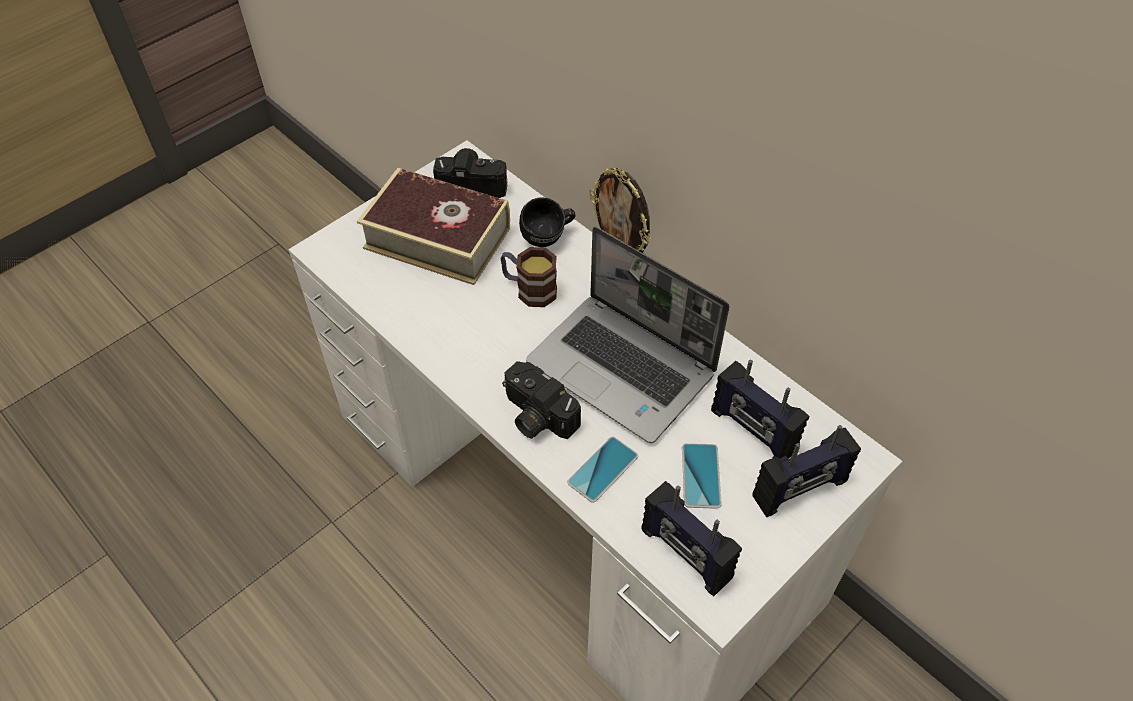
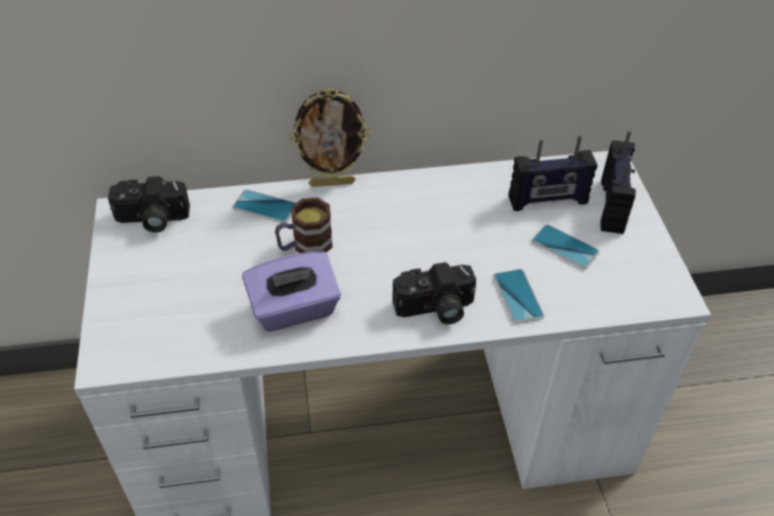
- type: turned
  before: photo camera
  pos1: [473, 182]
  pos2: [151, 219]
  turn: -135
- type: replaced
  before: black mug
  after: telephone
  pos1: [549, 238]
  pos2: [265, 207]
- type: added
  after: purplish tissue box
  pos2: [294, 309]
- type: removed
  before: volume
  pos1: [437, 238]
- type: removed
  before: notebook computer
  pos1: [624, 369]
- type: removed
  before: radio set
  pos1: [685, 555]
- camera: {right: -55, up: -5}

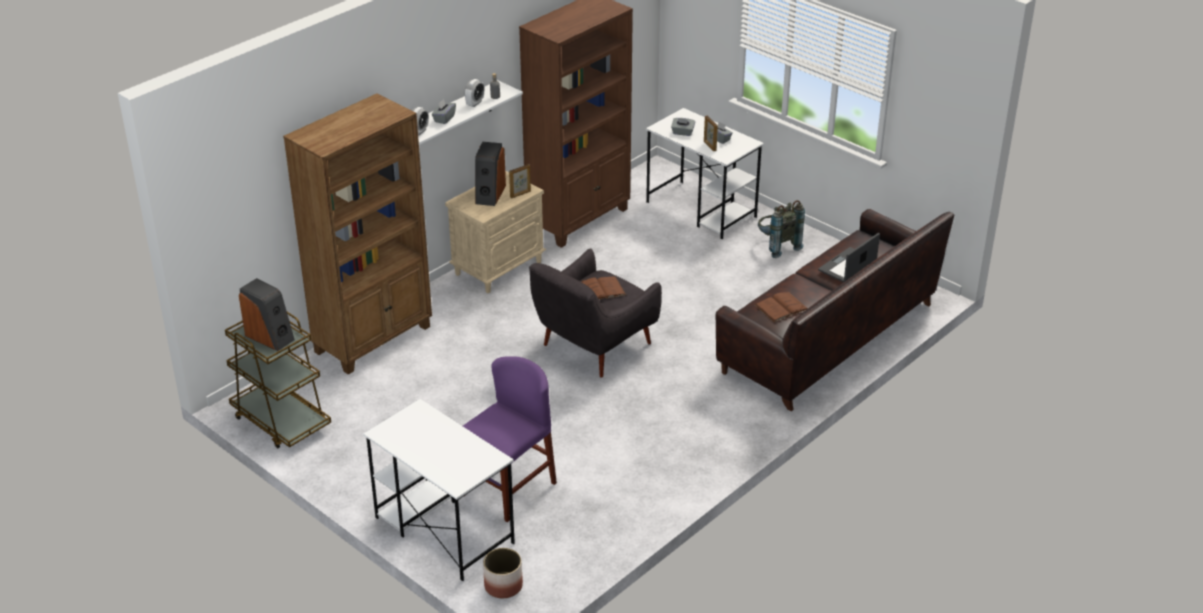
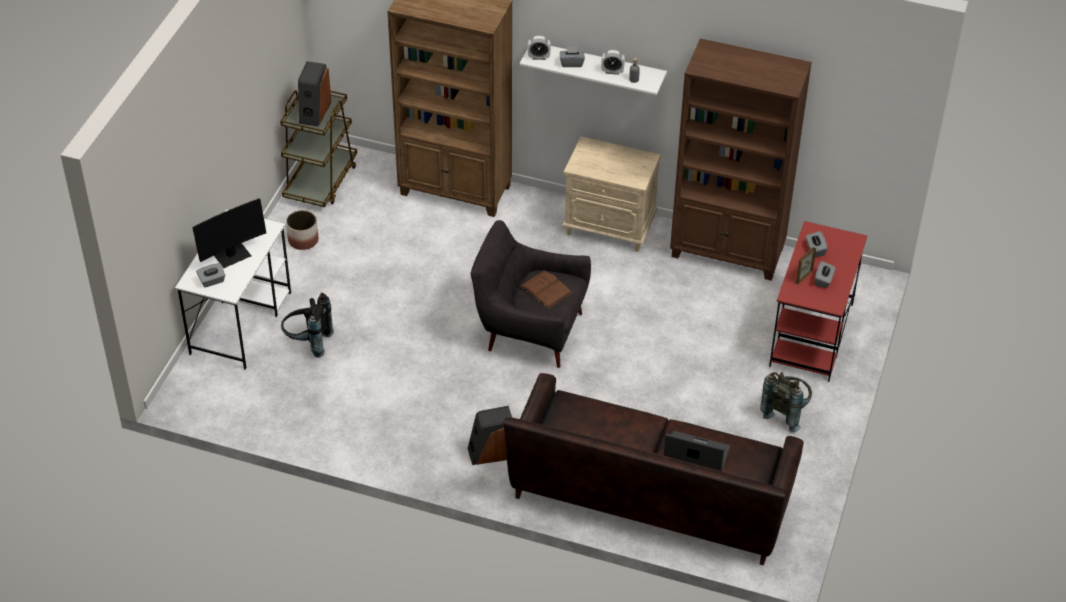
- type: added
  after: monitor
  pos2: [232, 255]
- type: added
  after: greyish tissue box
  pos2: [212, 281]
- type: replaced
  before: purplish plain chair
  after: black backpack
  pos1: [508, 489]
  pos2: [308, 343]
- type: moved
  before: planter
  pos1: [503, 586]
  pos2: [303, 240]
- type: moved
  before: speaker
  pos1: [489, 194]
  pos2: [491, 452]
- type: recoloured
  before: white-coloured desk table
  after: reddish desk table
  pos1: [702, 210]
  pos2: [811, 335]
- type: removed
  before: photo frame
  pos1: [520, 194]
- type: removed
  before: brownish volume
  pos1: [781, 307]
- camera: {right: 65, up: 10}

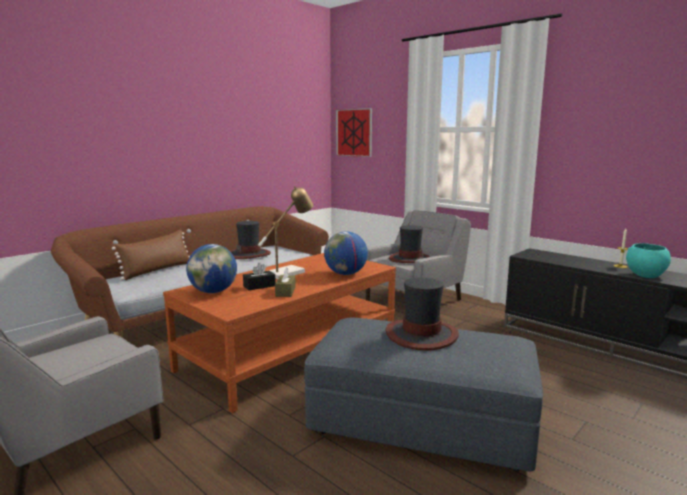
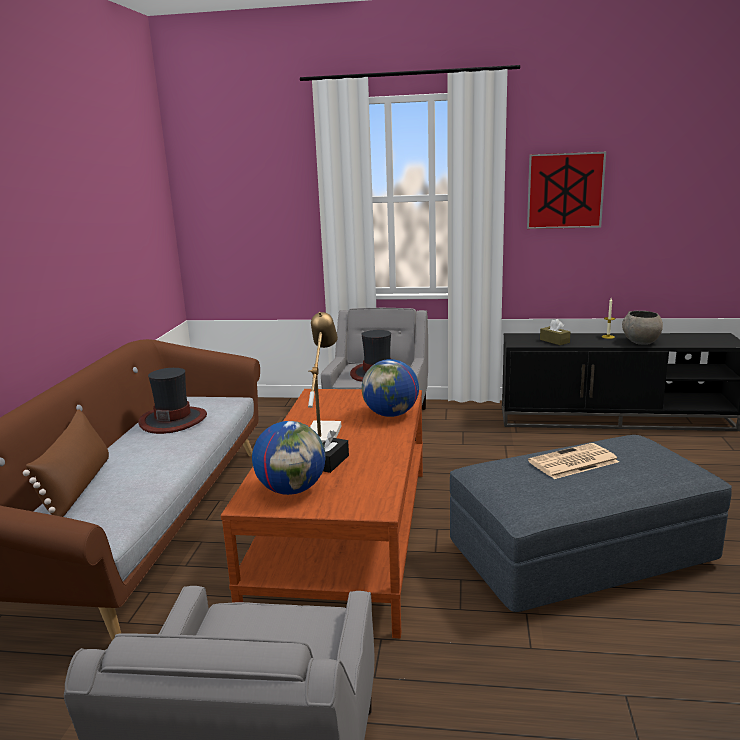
- type: moved
  before: wall art
  pos1: [354, 132]
  pos2: [565, 191]
- type: replaced
  before: wearable hat
  after: printed paper
  pos1: [421, 335]
  pos2: [572, 462]
- type: moved
  before: brownish tissue box
  pos1: [285, 292]
  pos2: [554, 341]
- type: recoloured
  before: blue-green serving bowl
  after: greyish serving bowl
  pos1: [645, 275]
  pos2: [640, 342]
- camera: {right: -35, up: 5}

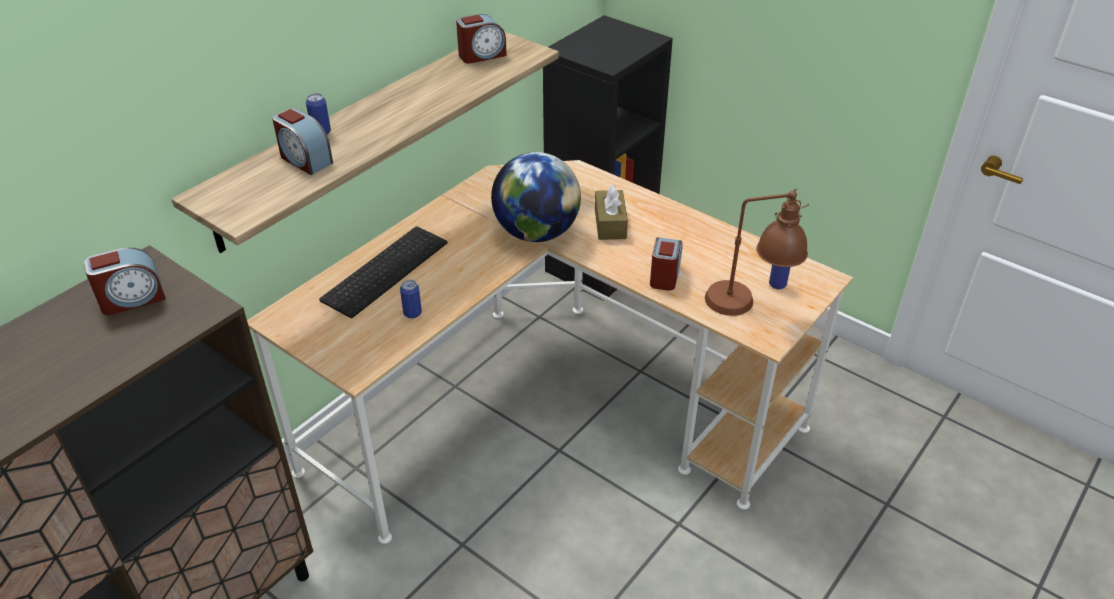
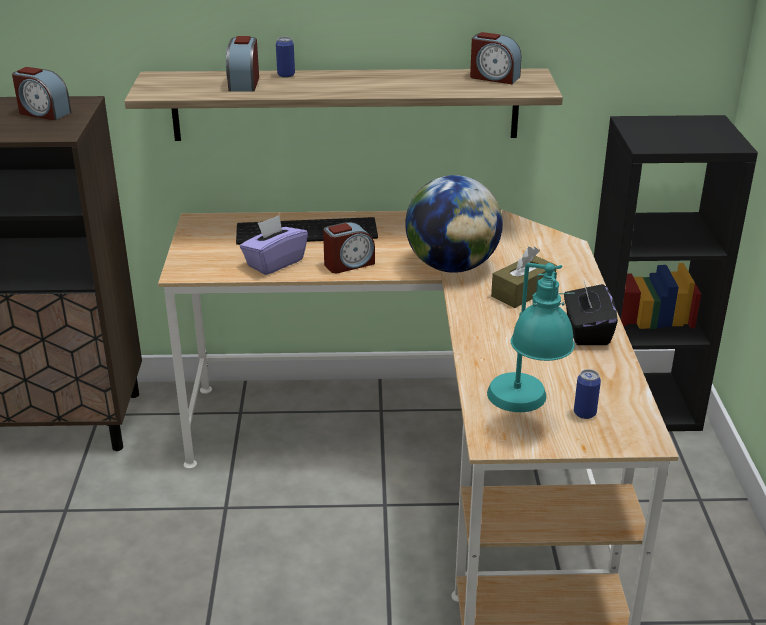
- type: replaced
  before: metal can
  after: purplish tissue box
  pos1: [412, 313]
  pos2: [274, 263]
- type: moved
  before: alarm clock
  pos1: [665, 275]
  pos2: [348, 264]
- type: recoloured
  before: brownish tabletop lamp
  after: blue-green tabletop lamp
  pos1: [749, 305]
  pos2: [526, 410]
- type: added
  after: black tissue box
  pos2: [586, 331]
- camera: {right: 50, up: -10}

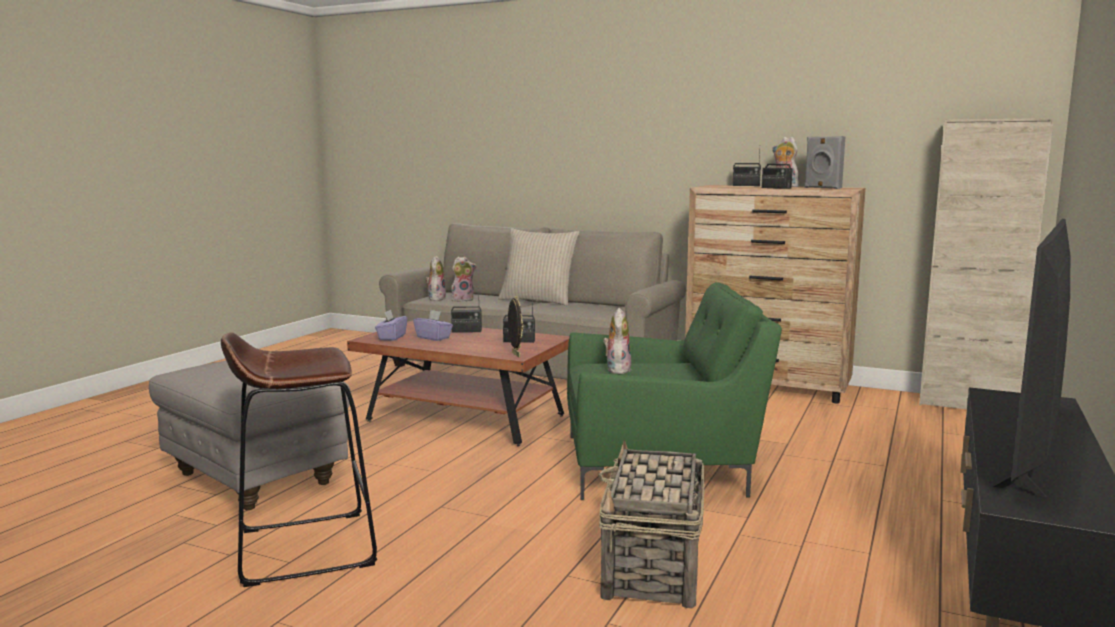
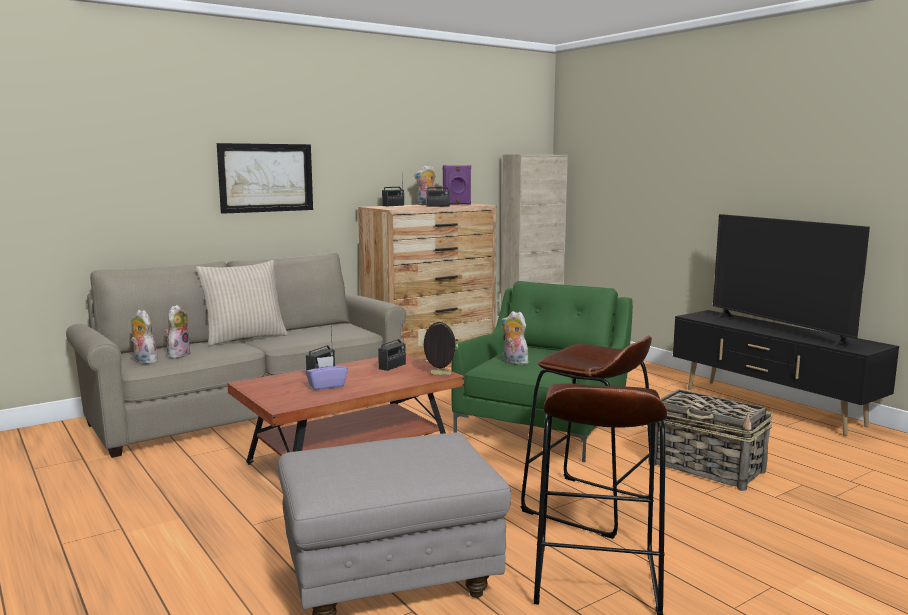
- type: added
  after: wall art
  pos2: [266, 177]
- type: recoloured
  before: greyish speaker
  after: purplish speaker
  pos1: [822, 188]
  pos2: [457, 204]
- type: added
  after: brownish sitting stool
  pos2: [588, 506]
- type: removed
  before: purplish tissue box
  pos1: [391, 337]
- camera: {right: -60, up: 0}

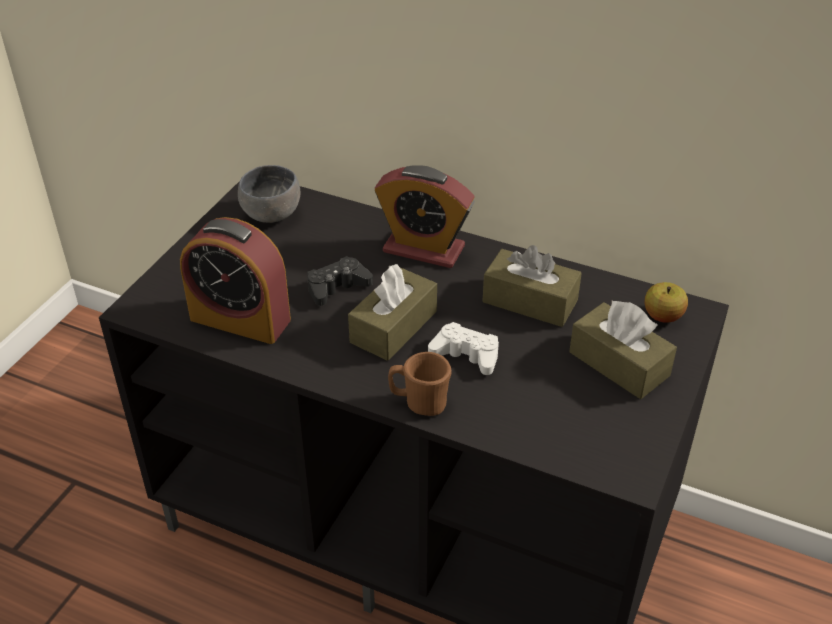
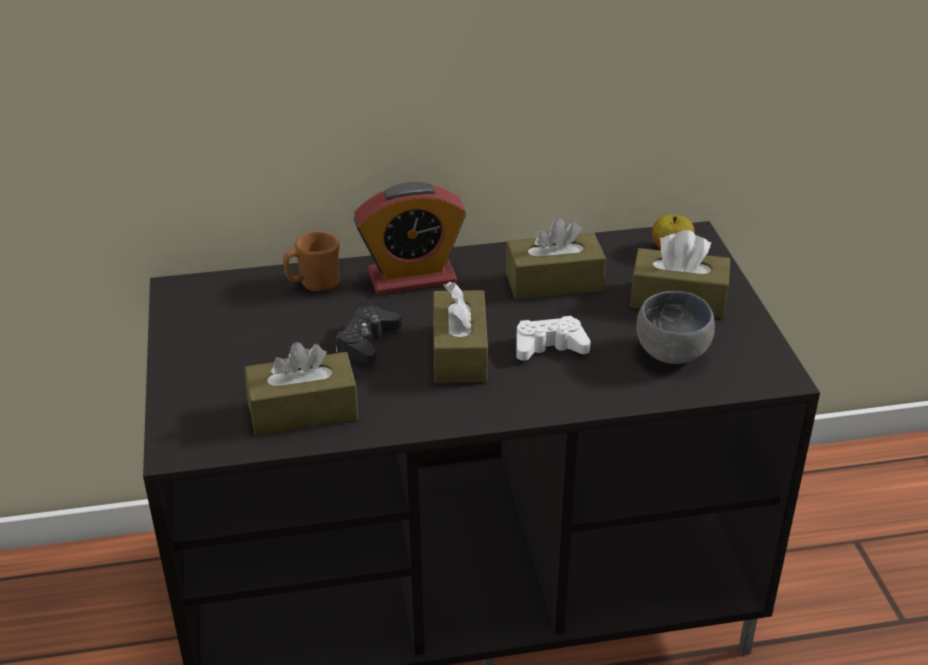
- type: replaced
  before: alarm clock
  after: brownish tissue box
  pos1: [240, 319]
  pos2: [303, 410]
- type: moved
  before: brownish mug
  pos1: [419, 402]
  pos2: [314, 284]
- type: moved
  before: greyish serving bowl
  pos1: [270, 216]
  pos2: [672, 355]
- camera: {right: -35, up: -5}

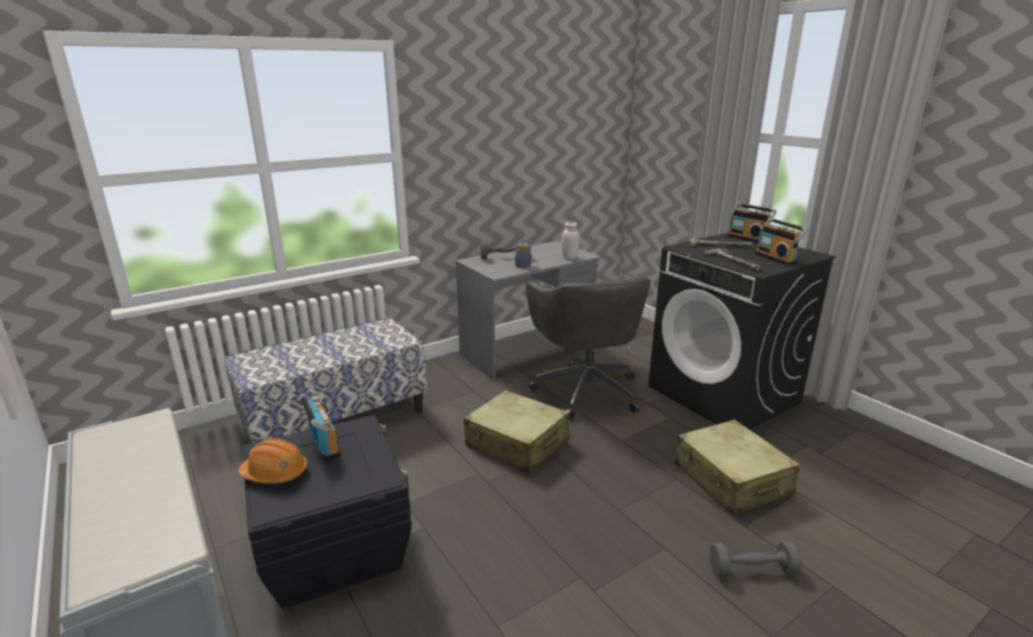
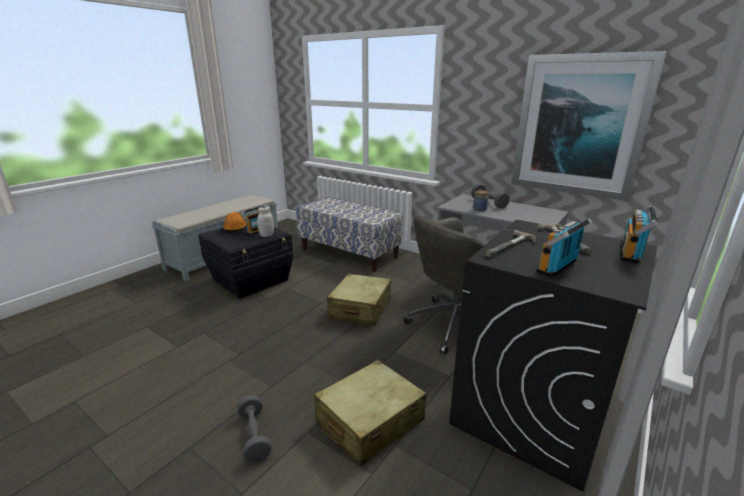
- type: moved
  before: white-coloured preserve jar
  pos1: [569, 257]
  pos2: [266, 235]
- type: added
  after: wall art
  pos2: [579, 126]
- camera: {right: 70, up: 0}

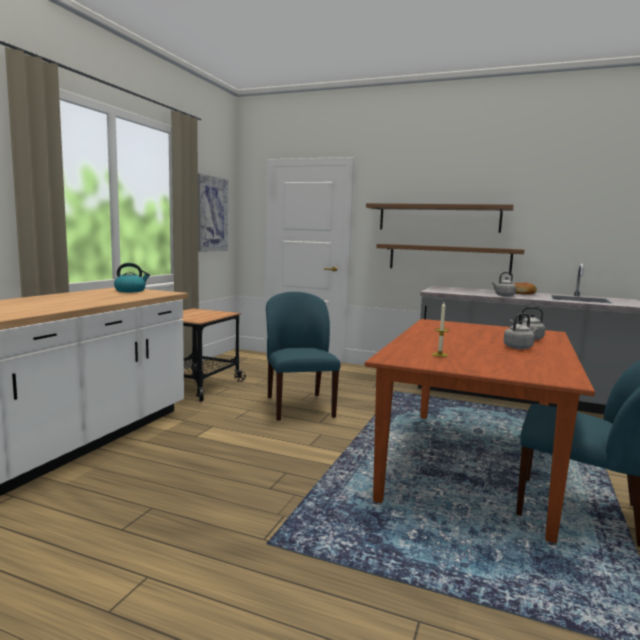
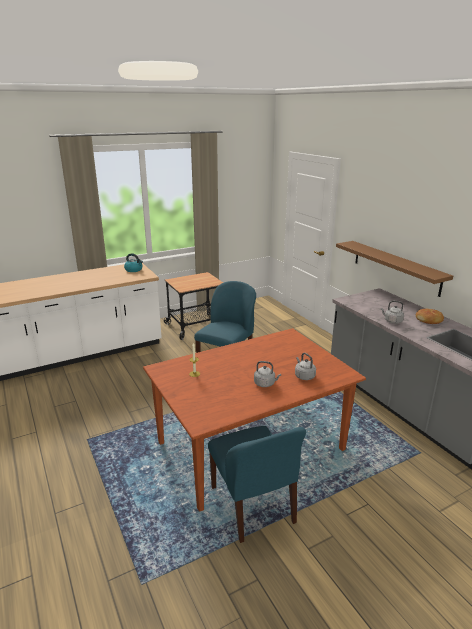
- type: removed
  before: wall art
  pos1: [211, 214]
- type: removed
  before: brownish bracket shelf
  pos1: [438, 218]
- camera: {right: 40, up: 15}

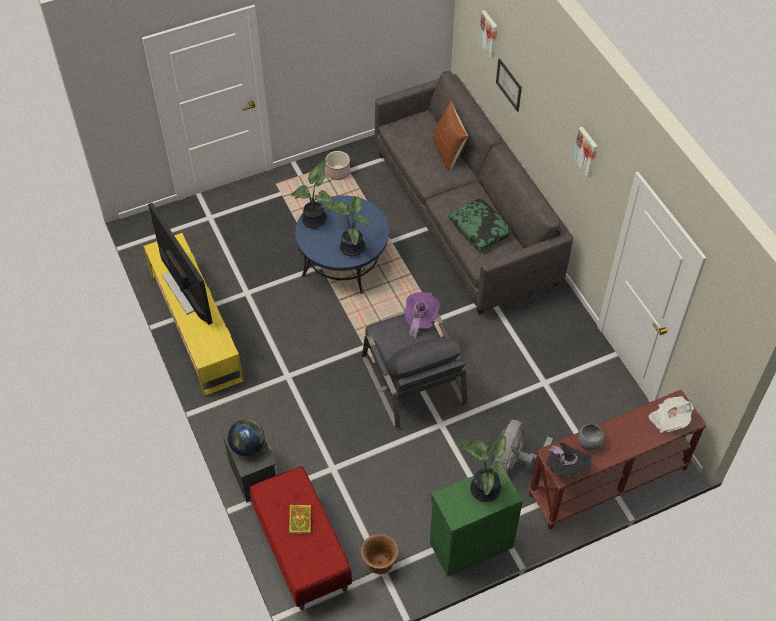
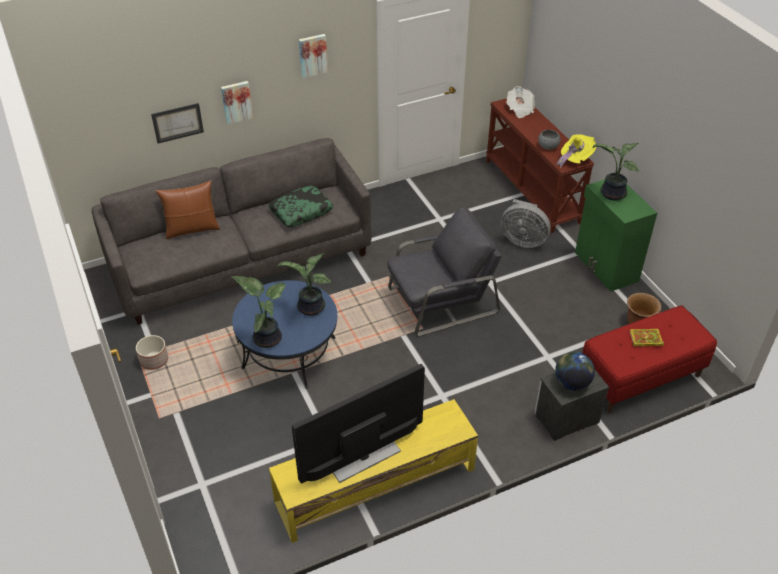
- type: moved
  before: wall art
  pos1: [489, 34]
  pos2: [236, 101]
- type: recoloured
  before: black wearable hat
  after: yellow-coloured wearable hat
  pos1: [566, 468]
  pos2: [574, 159]
- type: removed
  before: purplish wearable hat
  pos1: [420, 319]
- camera: {right: -90, up: -10}

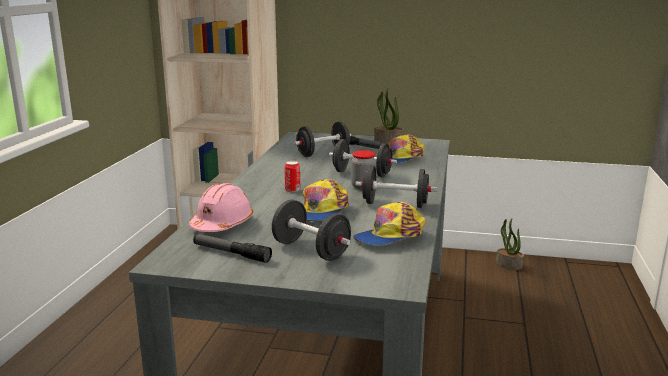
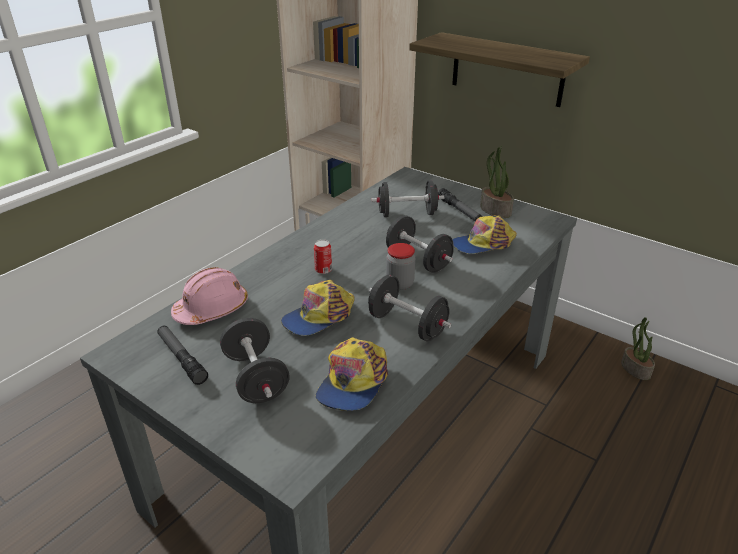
- type: turned
  before: cap
  pos1: [390, 237]
  pos2: [353, 382]
  turn: -60
- type: added
  after: bracket shelf
  pos2: [507, 69]
- camera: {right: 25, up: 15}

